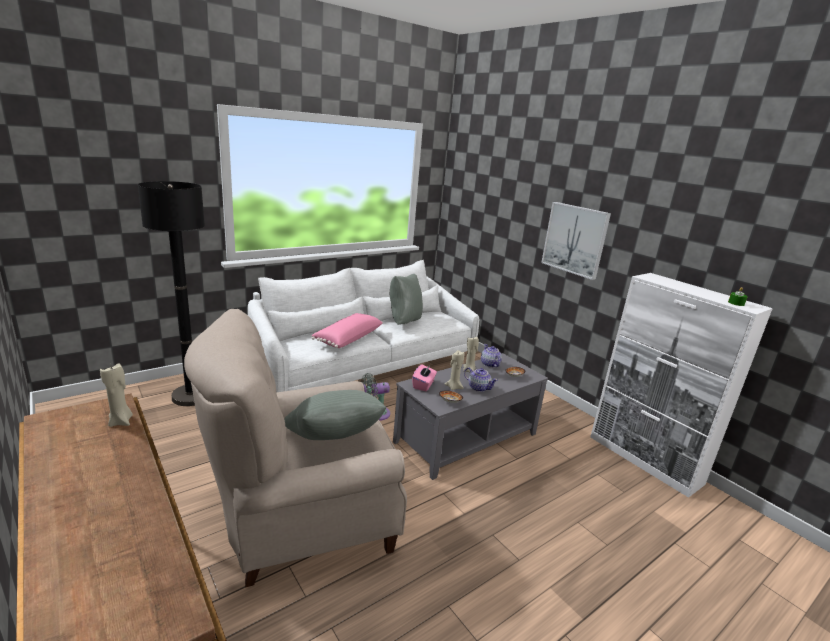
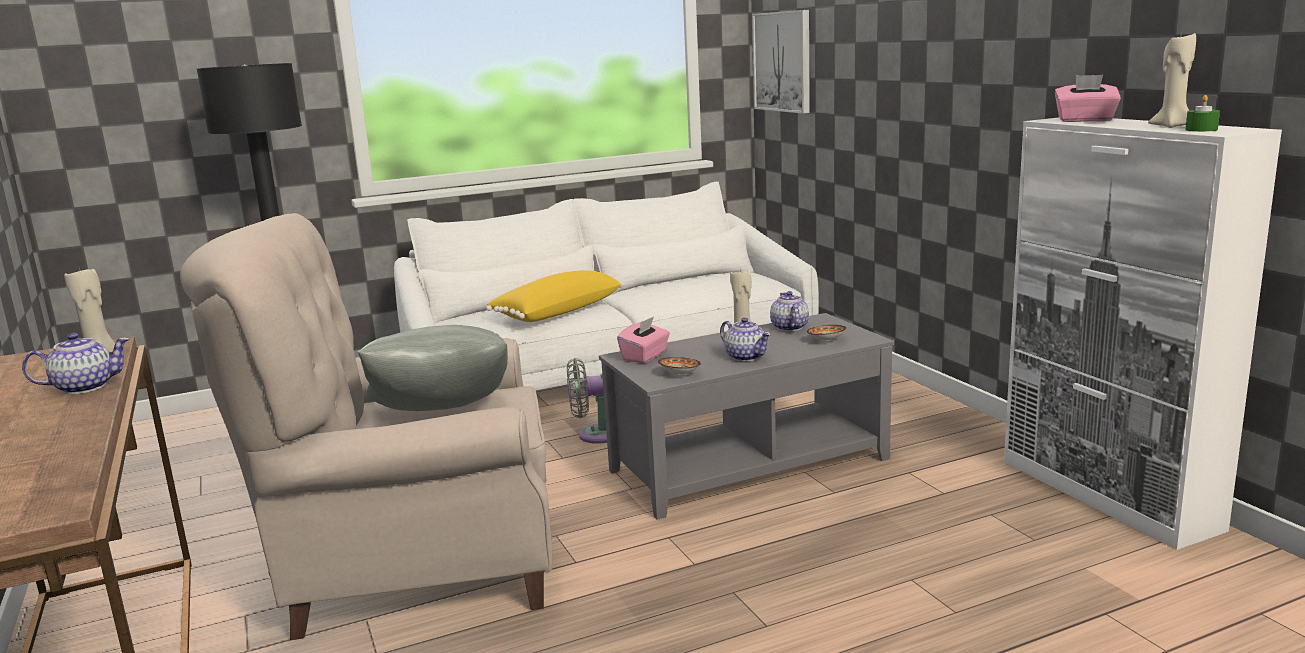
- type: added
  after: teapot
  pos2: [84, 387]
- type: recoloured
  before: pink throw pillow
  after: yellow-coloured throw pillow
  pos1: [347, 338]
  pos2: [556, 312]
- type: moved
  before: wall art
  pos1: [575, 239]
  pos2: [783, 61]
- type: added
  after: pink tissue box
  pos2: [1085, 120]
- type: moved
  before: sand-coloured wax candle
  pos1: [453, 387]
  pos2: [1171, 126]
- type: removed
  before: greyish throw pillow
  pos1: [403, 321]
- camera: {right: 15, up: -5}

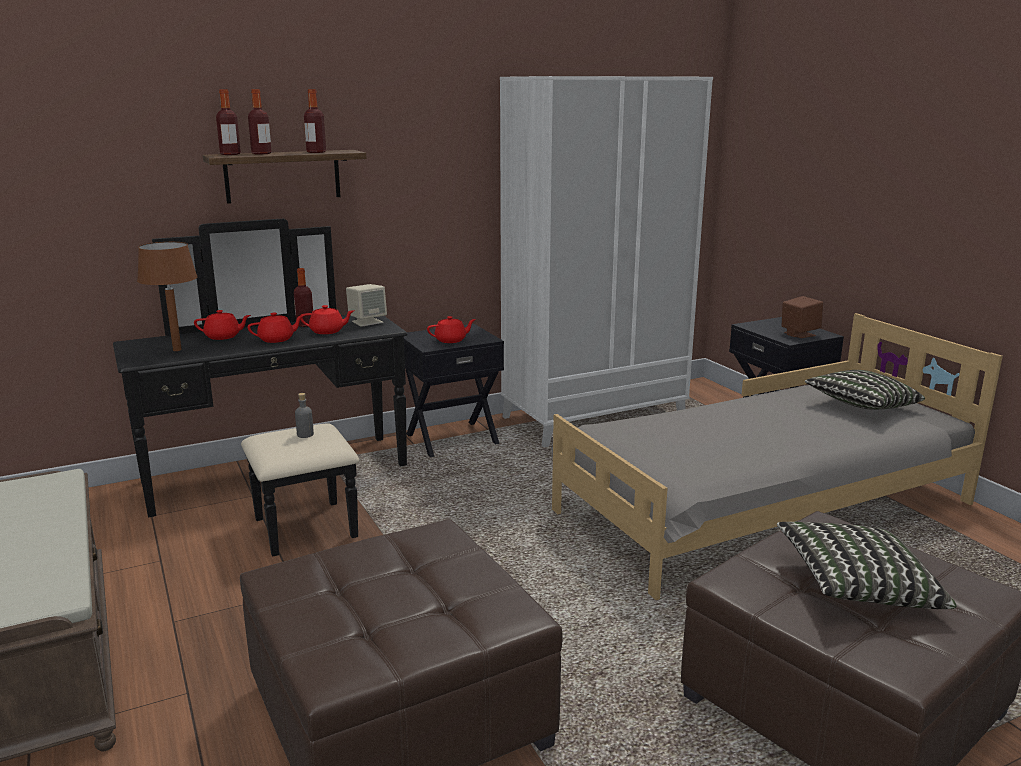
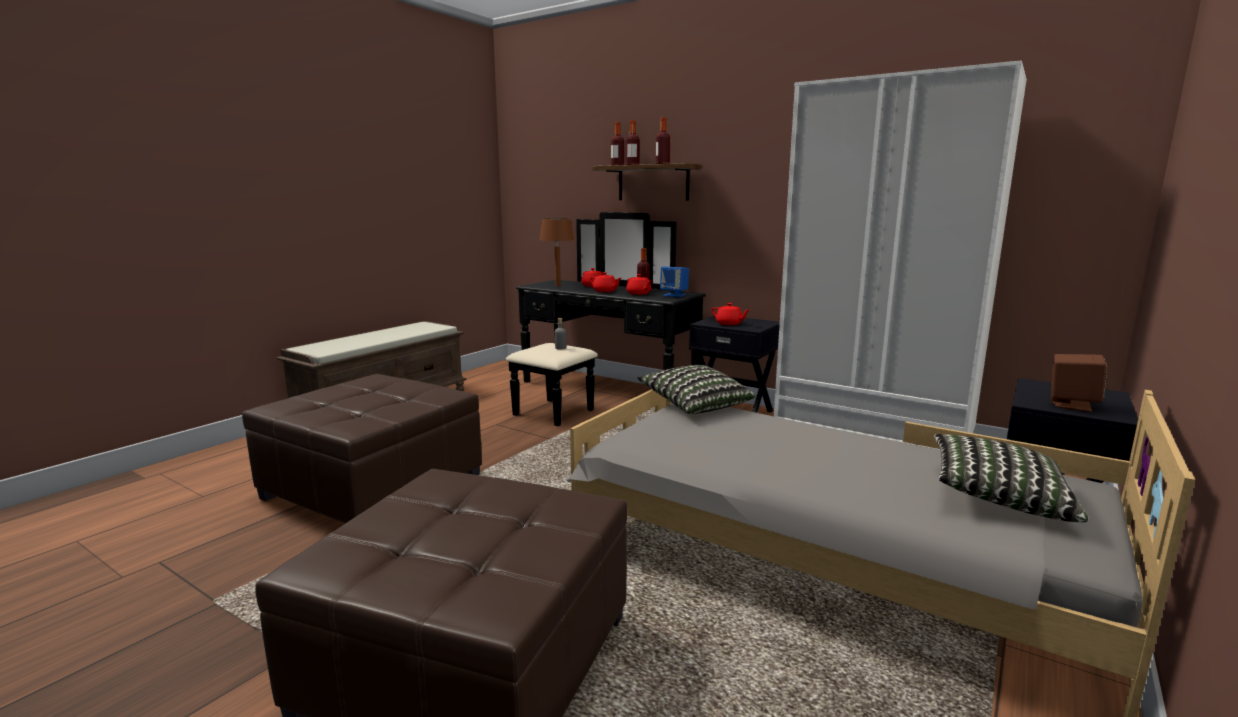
- type: moved
  before: throw pillow
  pos1: [856, 587]
  pos2: [695, 405]
- type: recoloured
  before: sand-coloured speaker
  after: bluish speaker
  pos1: [367, 322]
  pos2: [674, 295]
- camera: {right: 60, up: -5}

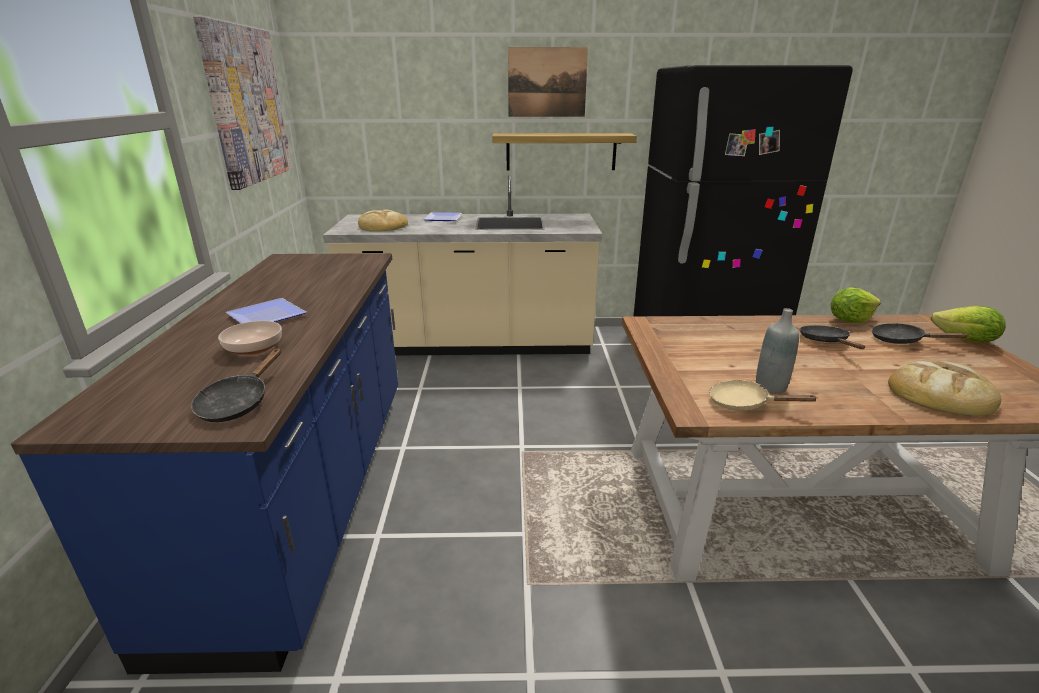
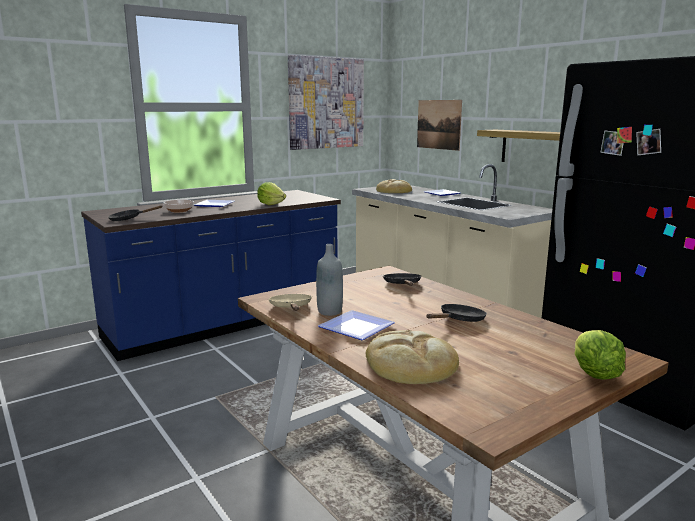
- type: moved
  before: lettuce
  pos1: [849, 320]
  pos2: [271, 204]
- type: added
  after: plate
  pos2: [357, 329]
- type: moved
  before: black pan
  pos1: [902, 340]
  pos2: [403, 285]
- type: moved
  before: wall art
  pos1: [547, 82]
  pos2: [438, 124]
- camera: {right: 55, up: -10}

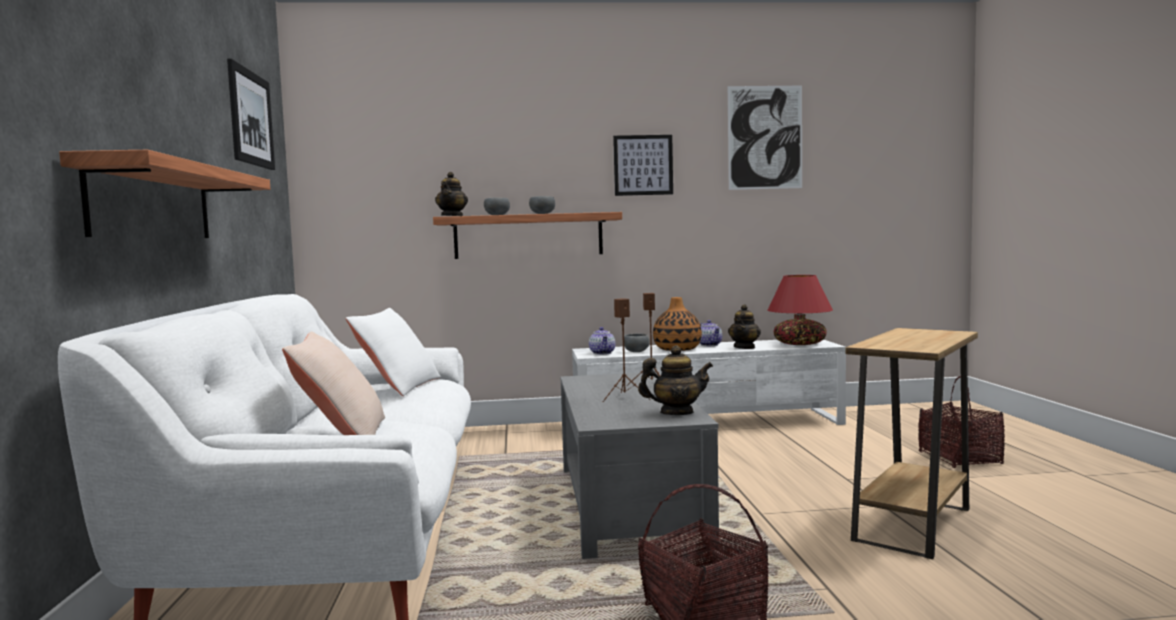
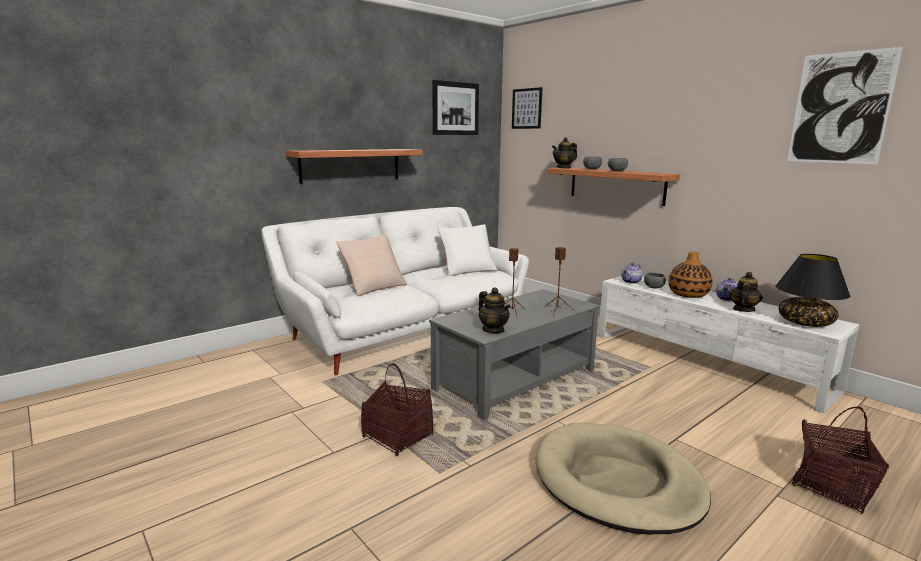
- type: moved
  before: wall art
  pos1: [643, 165]
  pos2: [527, 108]
- type: replaced
  before: brownish accent table
  after: sand-coloured dog bed
  pos1: [912, 524]
  pos2: [617, 482]
- type: turned
  before: teapot
  pos1: [744, 347]
  pos2: [743, 309]
  turn: 135
- type: recoloured
  before: reddish tabletop lamp
  after: black tabletop lamp
  pos1: [799, 344]
  pos2: [804, 322]
- camera: {right: 55, up: 10}

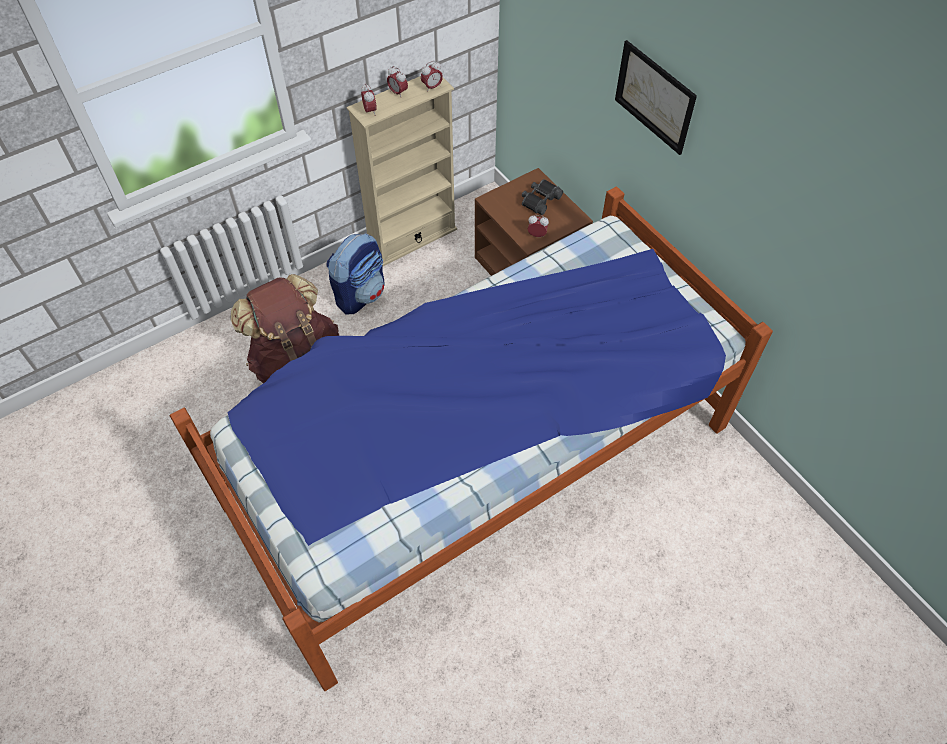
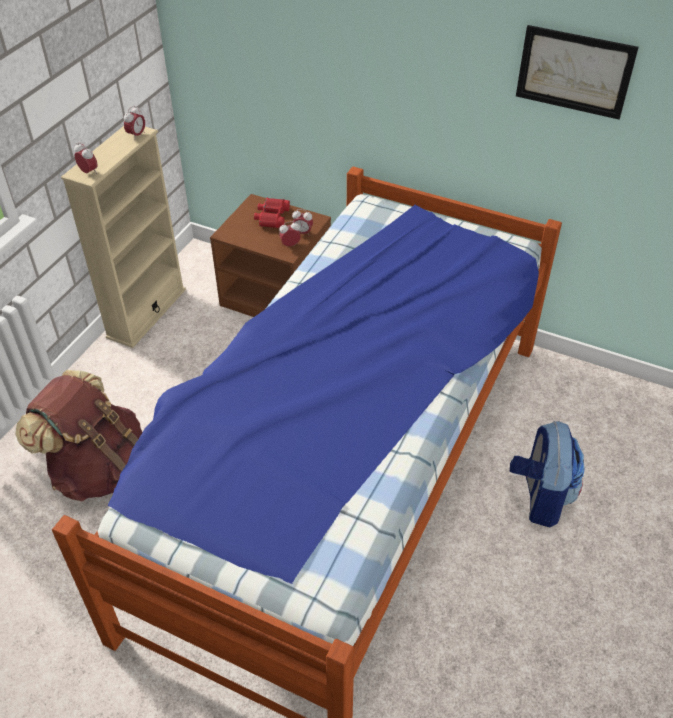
- type: recoloured
  before: black pair of binoculars
  after: reddish pair of binoculars
  pos1: [540, 200]
  pos2: [271, 217]
- type: moved
  before: alarm clock
  pos1: [398, 93]
  pos2: [302, 233]
- type: moved
  before: backpack
  pos1: [360, 294]
  pos2: [540, 497]
- type: moved
  before: wall art
  pos1: [654, 97]
  pos2: [574, 72]
- camera: {right: -30, up: -10}

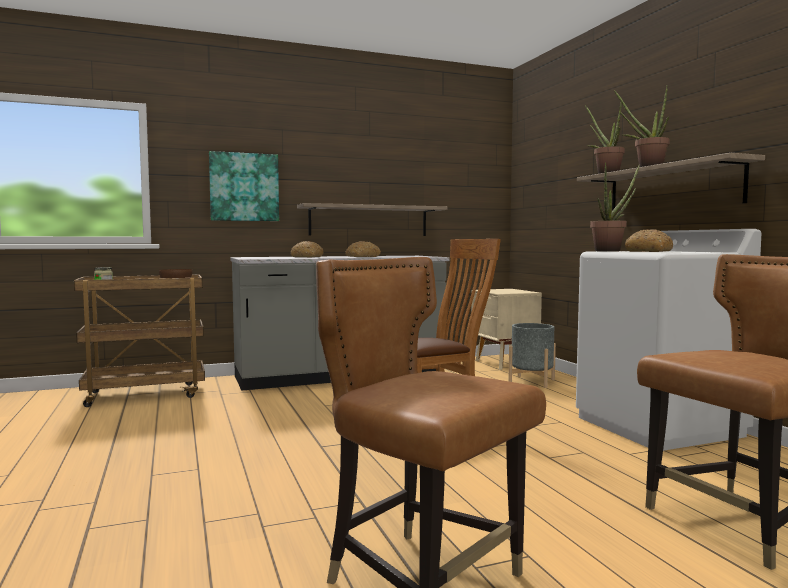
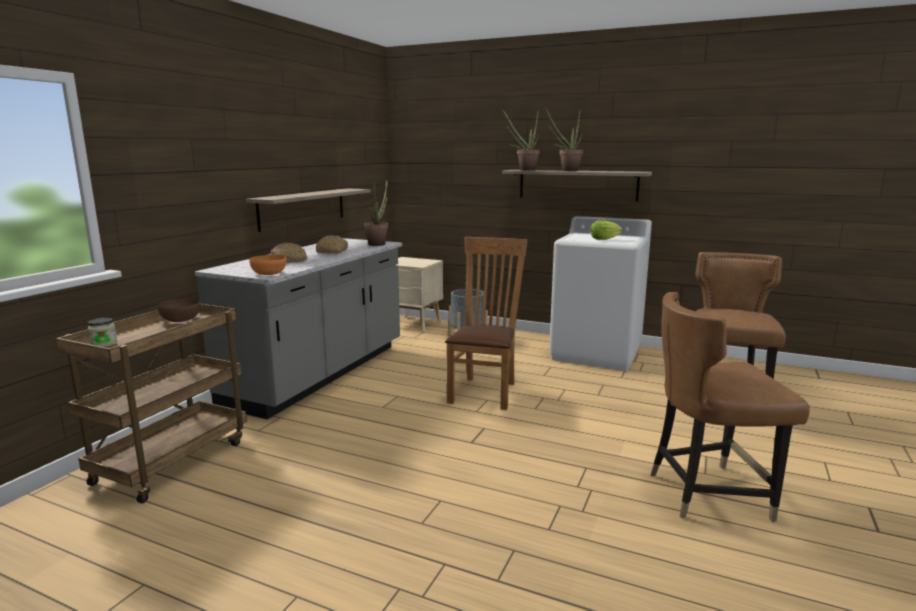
- type: added
  after: orange serving bowl
  pos2: [268, 273]
- type: moved
  before: houseplant
  pos1: [611, 251]
  pos2: [378, 244]
- type: replaced
  before: bakery bread
  after: lettuce
  pos1: [648, 251]
  pos2: [603, 239]
- type: removed
  before: wall art
  pos1: [244, 187]
- camera: {right: -45, up: 10}

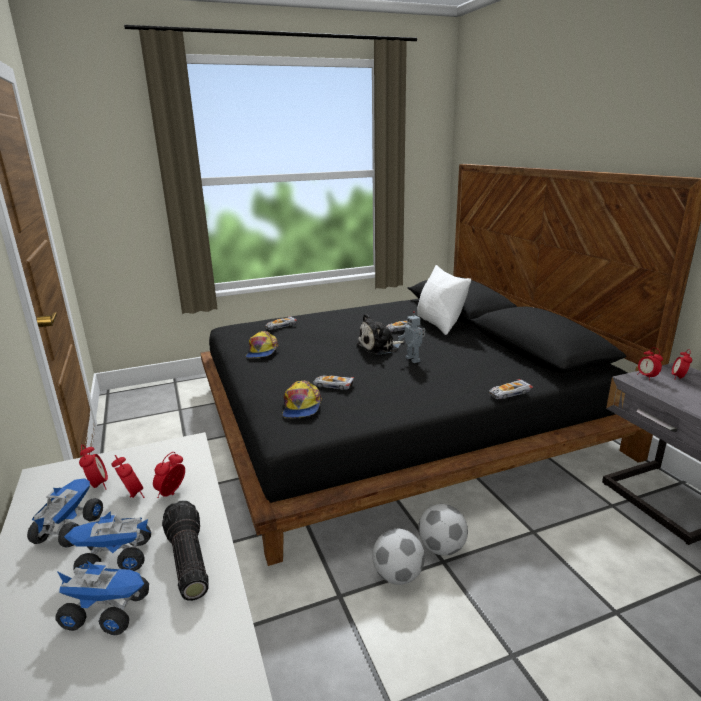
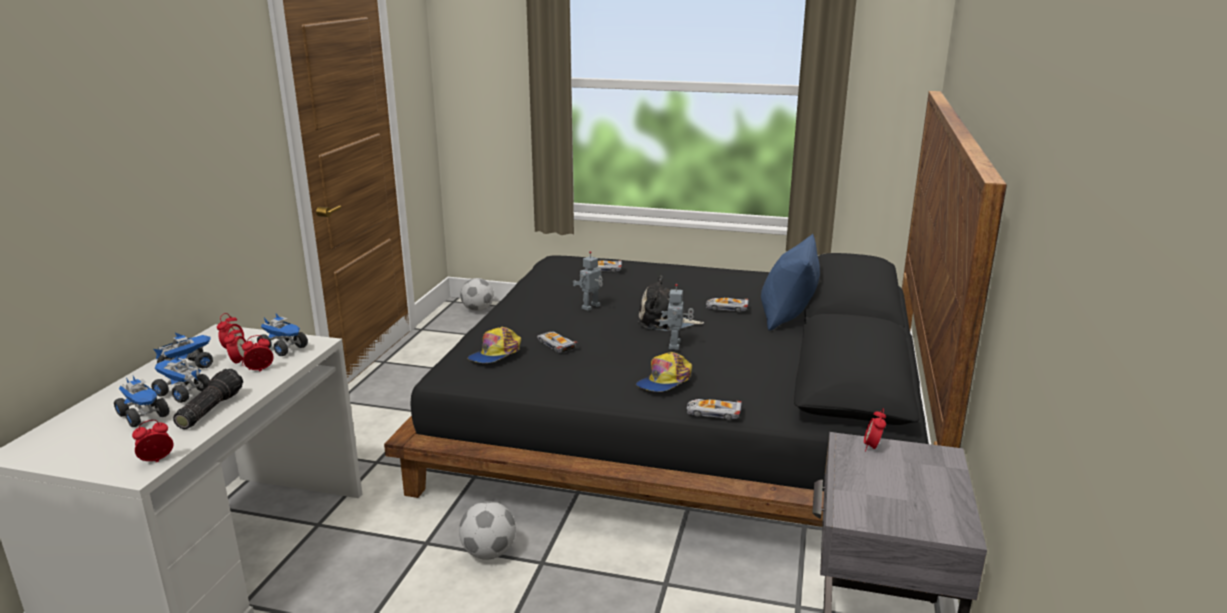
- type: moved
  before: alarm clock
  pos1: [678, 378]
  pos2: [157, 460]
- type: added
  after: model truck
  pos2: [284, 348]
- type: moved
  before: football ball
  pos1: [441, 548]
  pos2: [478, 309]
- type: added
  after: toy robot
  pos2: [591, 307]
- type: moved
  before: cap
  pos1: [262, 351]
  pos2: [664, 382]
- type: recoloured
  before: white-coloured throw pillow
  after: bluish throw pillow
  pos1: [439, 324]
  pos2: [787, 316]
- camera: {right: 35, up: 0}

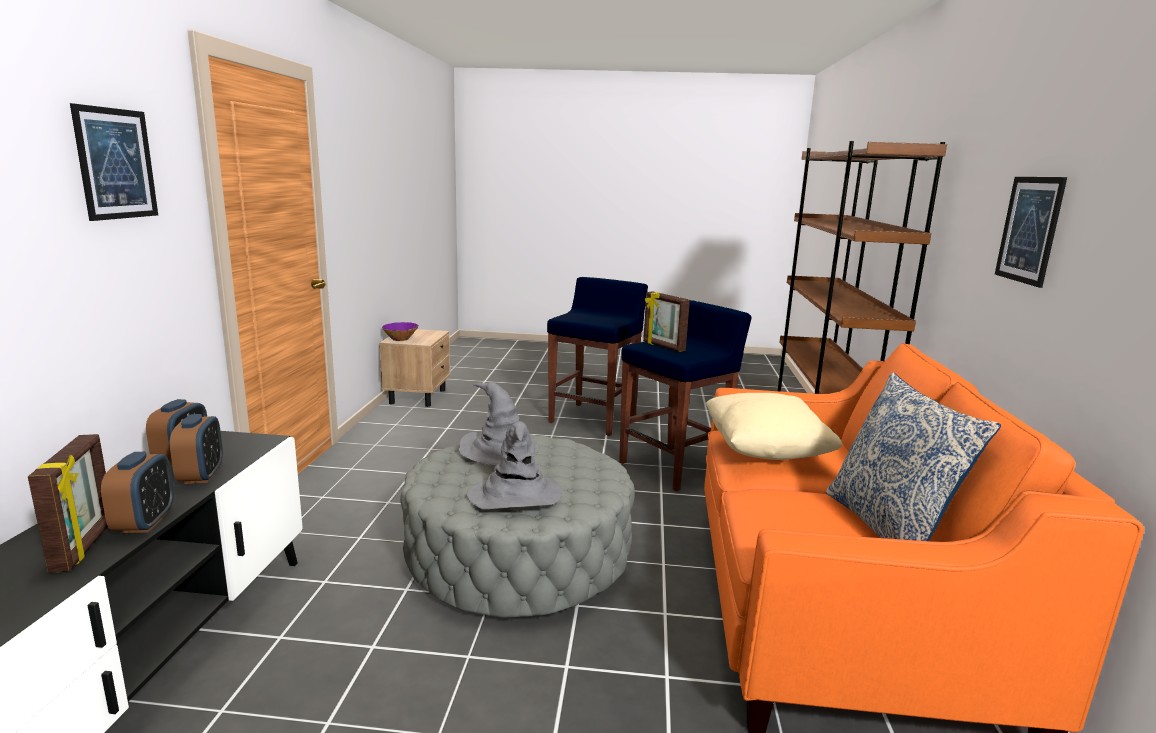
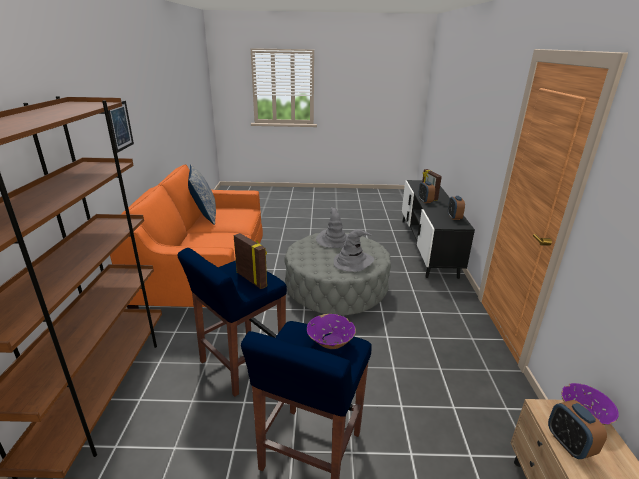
- type: added
  after: purplish serving bowl
  pos2: [330, 343]
- type: moved
  before: alarm clock
  pos1: [201, 476]
  pos2: [568, 444]
- type: removed
  before: wall art
  pos1: [116, 164]
- type: removed
  before: sand-coloured throw pillow
  pos1: [765, 451]
- camera: {right: 175, up: 10}

